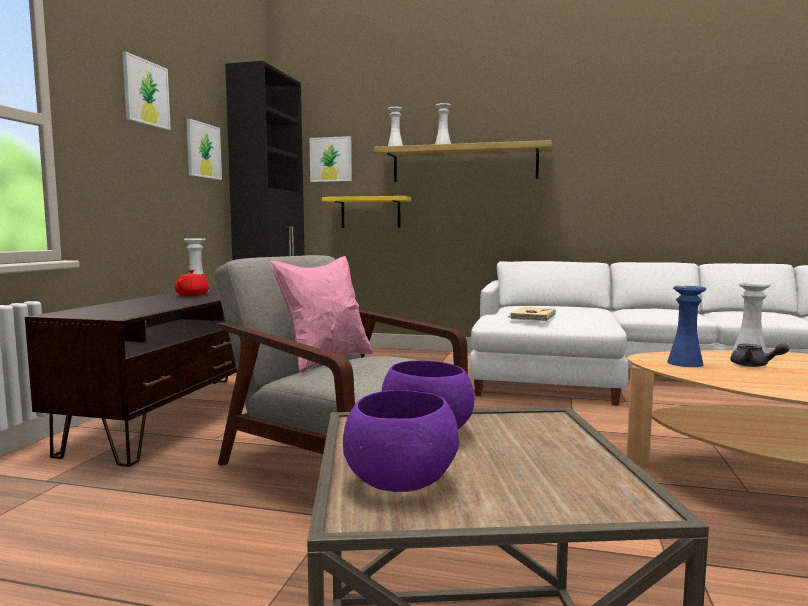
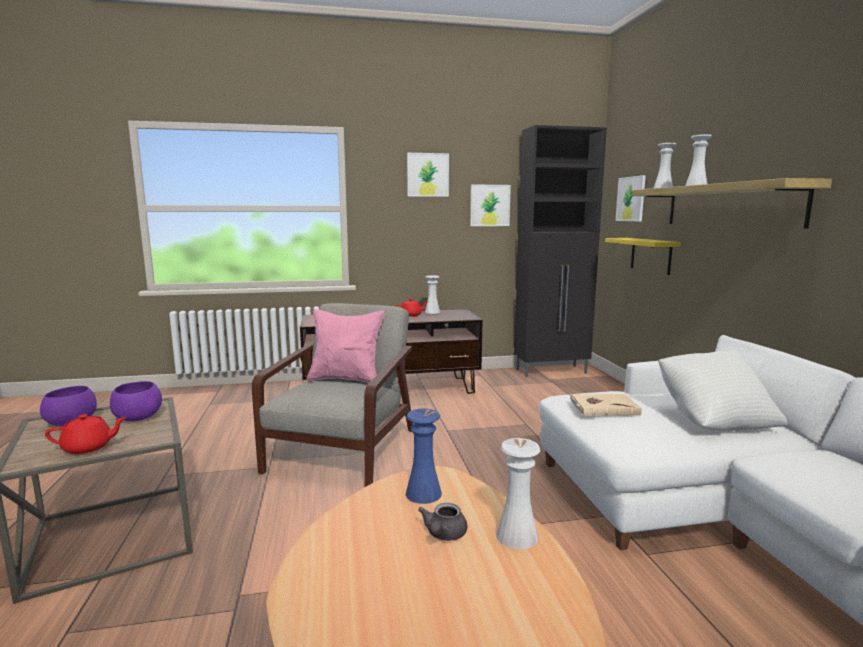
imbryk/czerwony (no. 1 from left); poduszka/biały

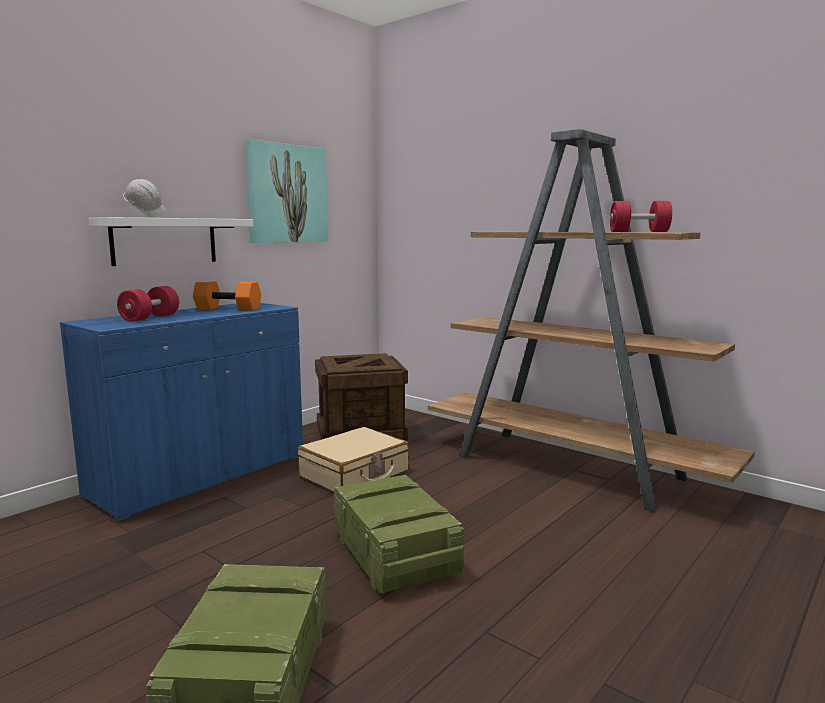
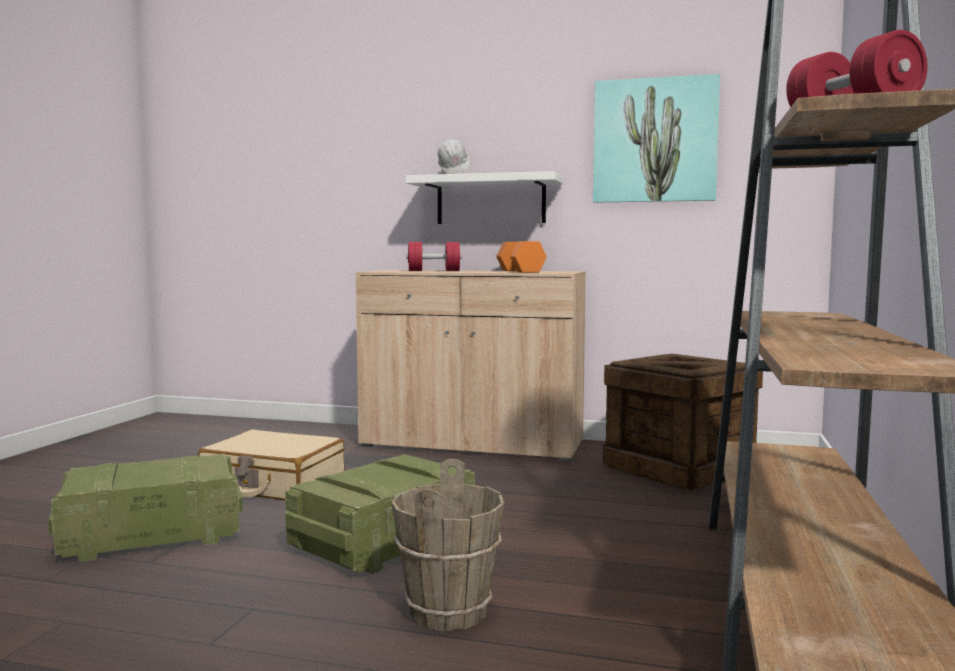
walizka/beżowy; szafka/beżowy; wiadro/brązowy

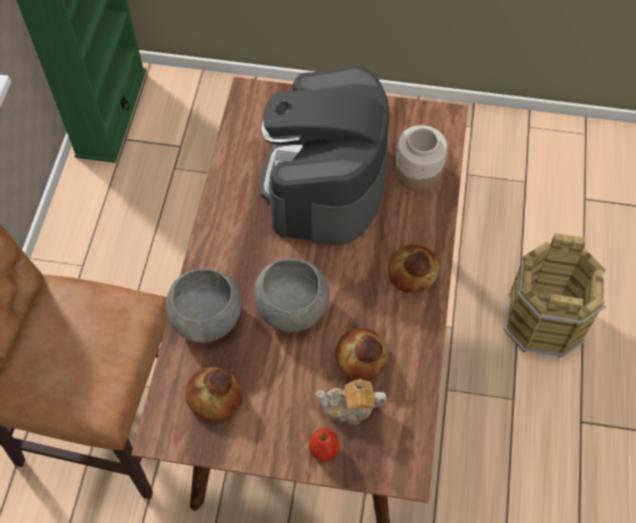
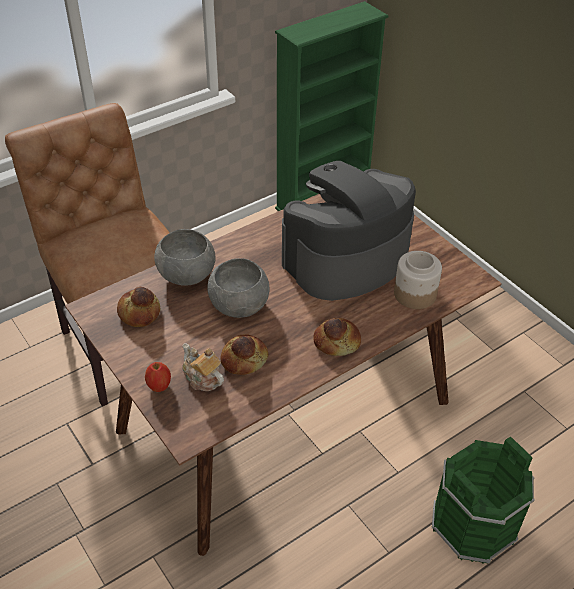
wiadro/zielony

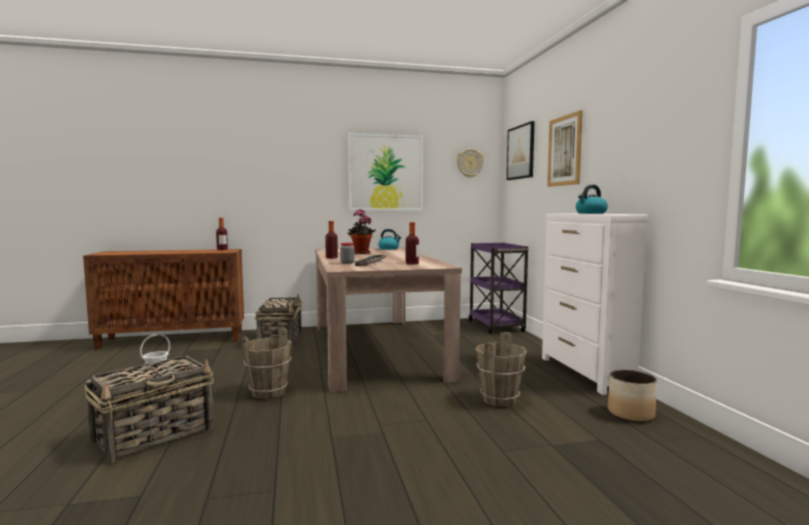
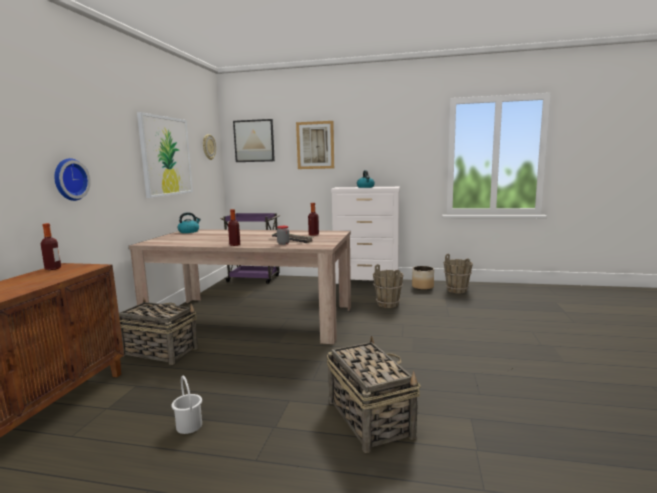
zegar ścienny (no. 1 from left); wiadro/brązowy (no. 2 from left); roślina doniczkowa

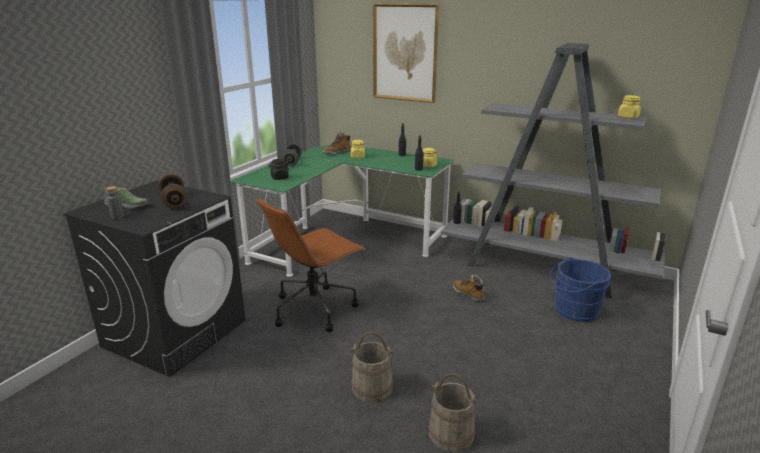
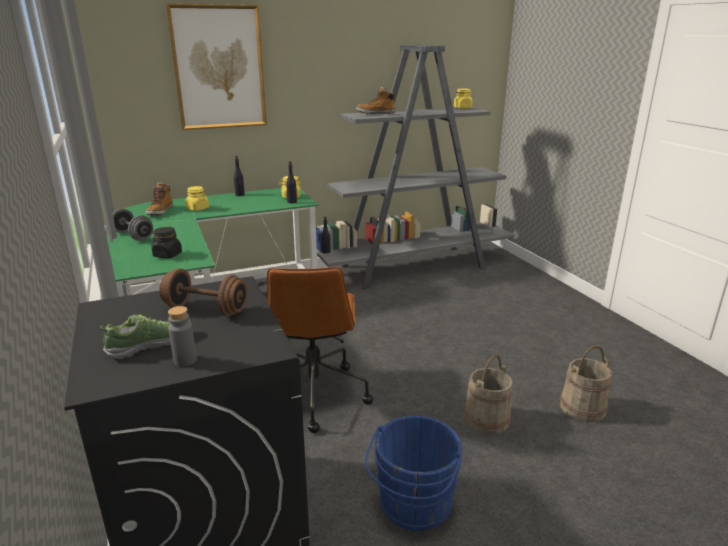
but z cholewką (no. 2 from left); wiadro/niebieski

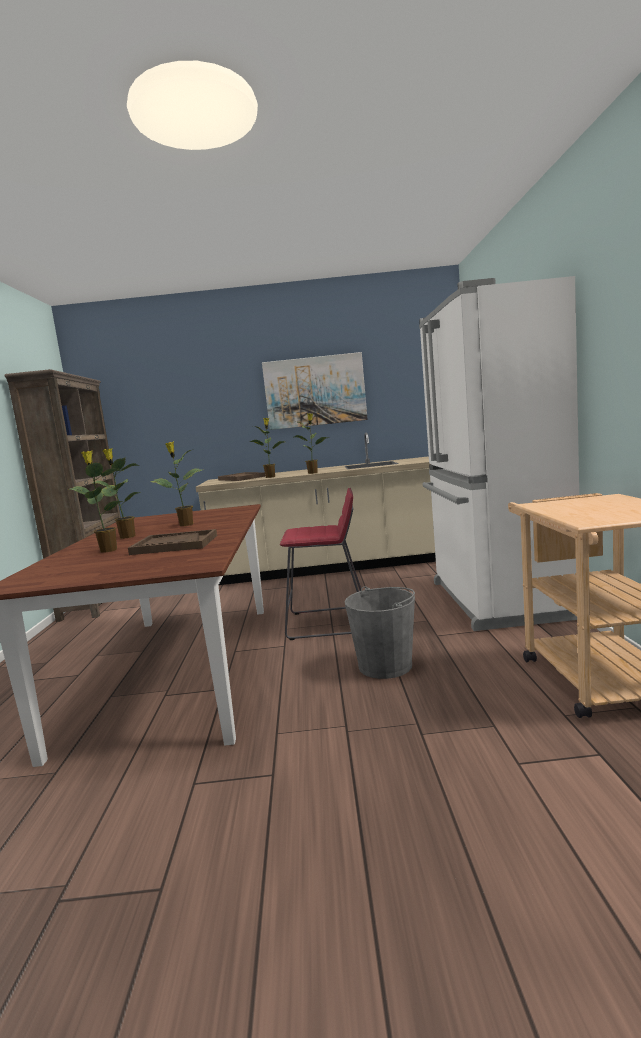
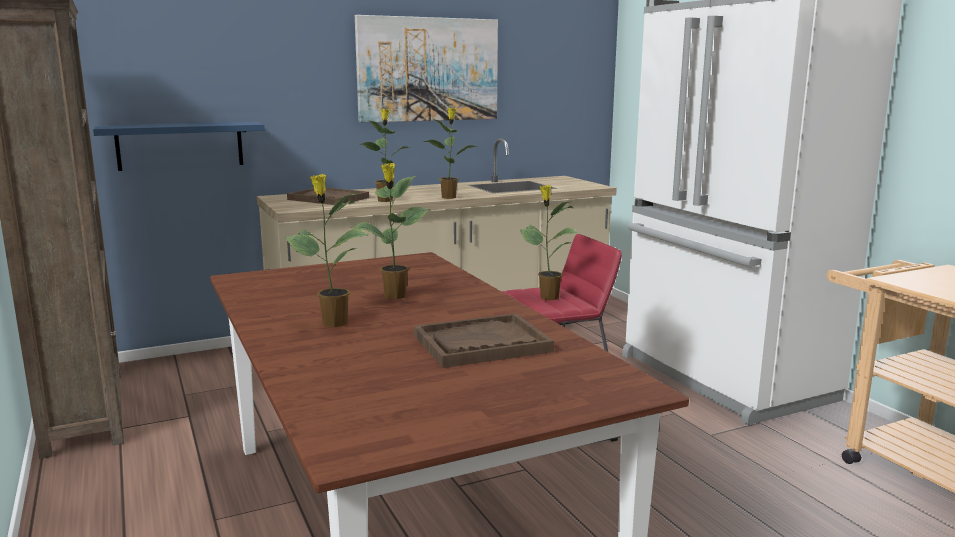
półka/niebieski; roślina doniczkowa (no. 5 from left); wiadro/szary

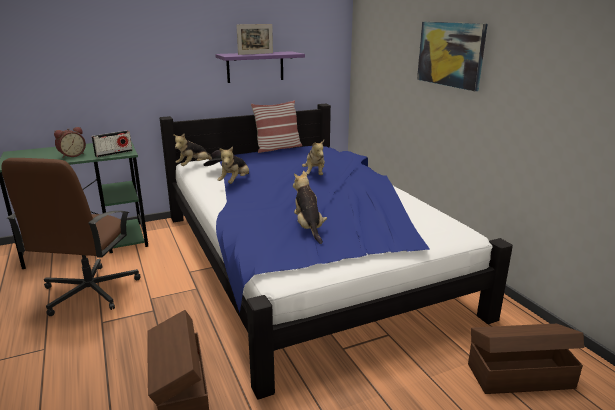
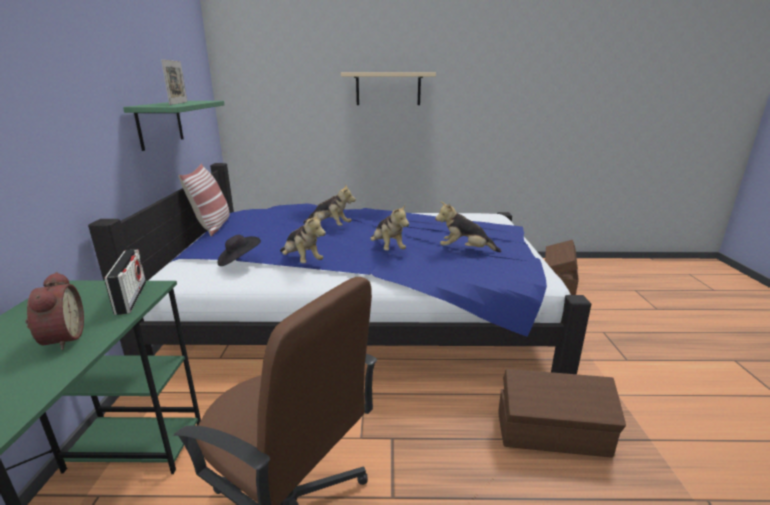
półka/zielony; półka/beżowy; pluszak (no. 3 from left)

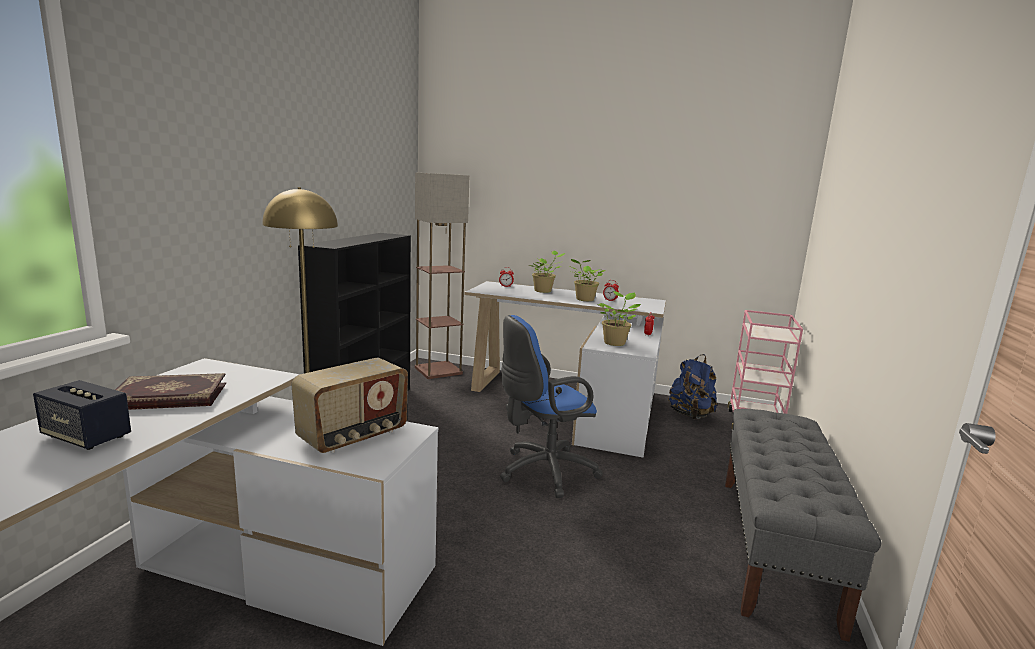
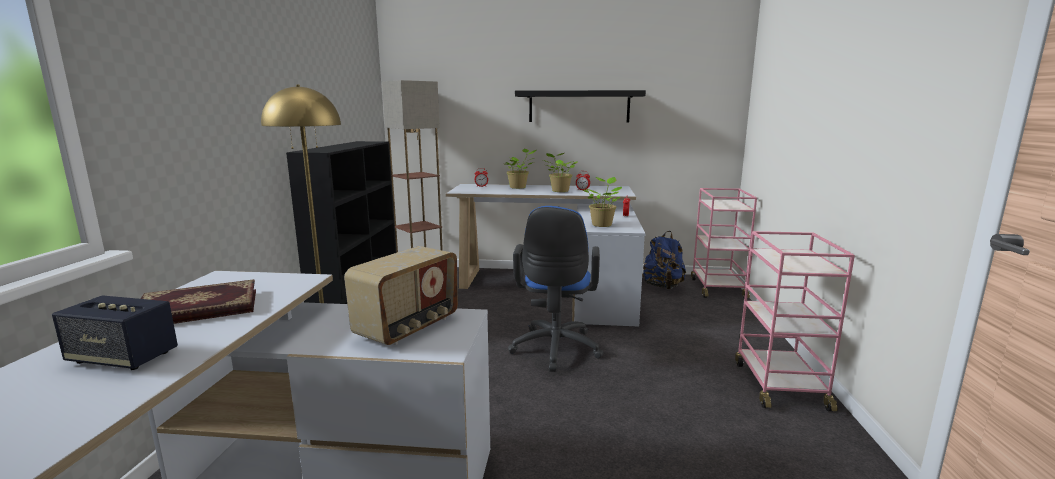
krzesło biurowe/niebieski; półka/czarny; wózek/różowy (no. 2 from left)

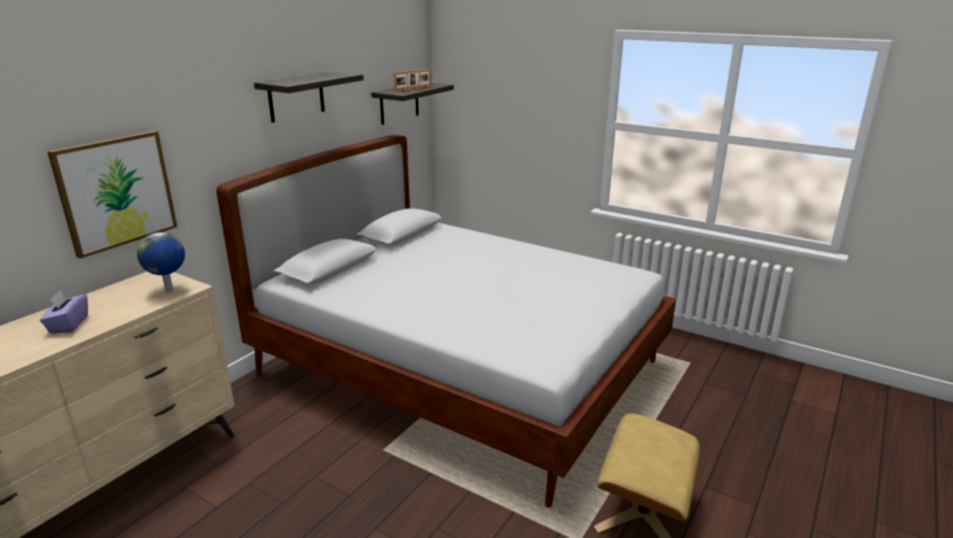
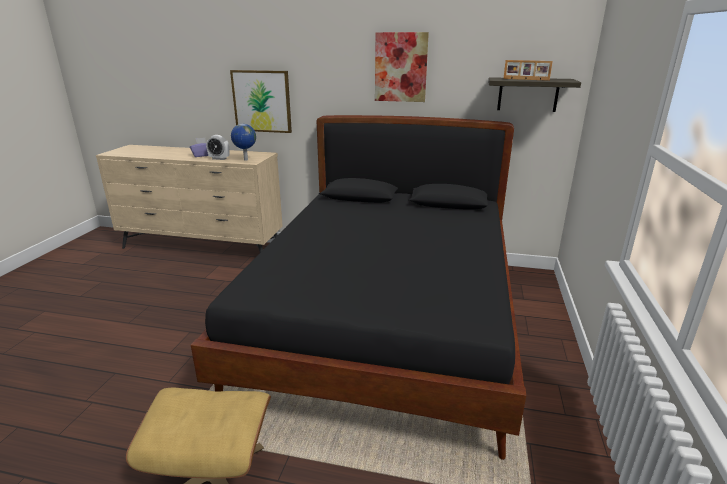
łóżko/czarny; budzik; obraz (no. 2 from left)

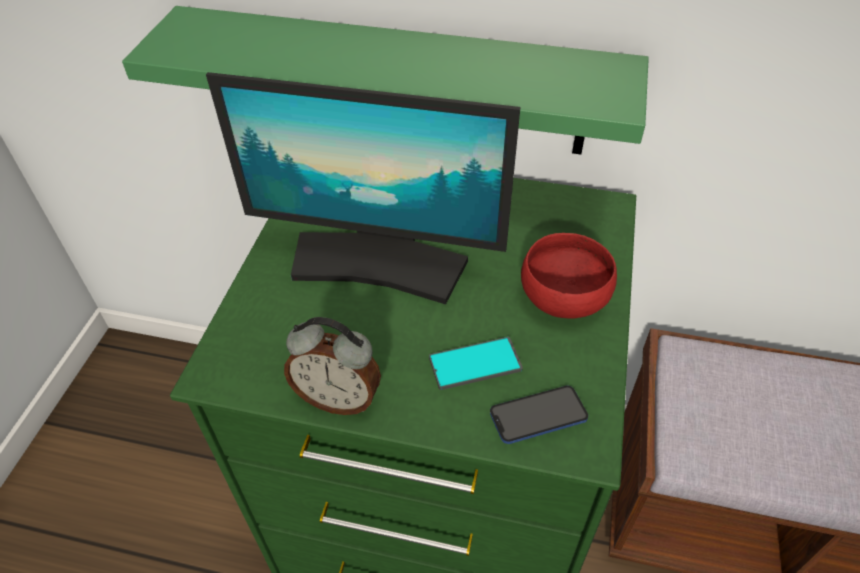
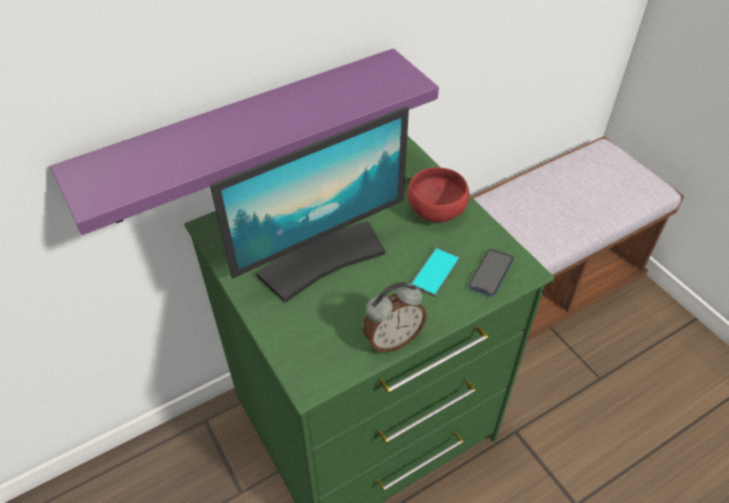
półka/fioletowy

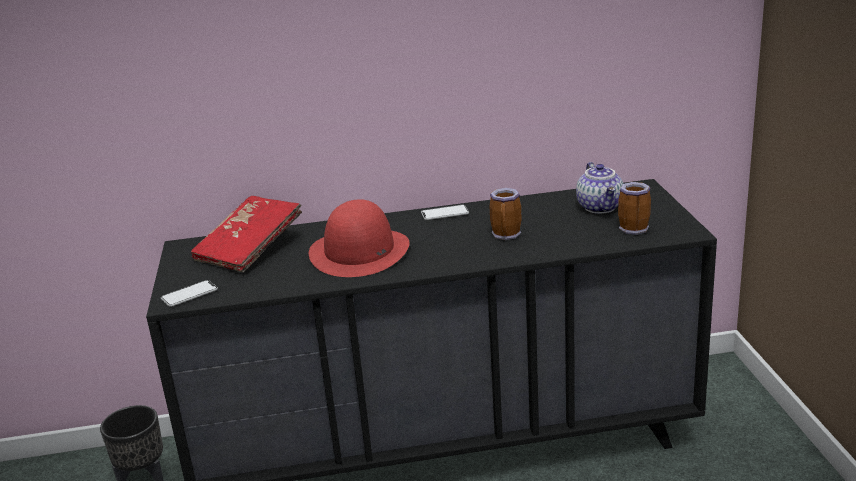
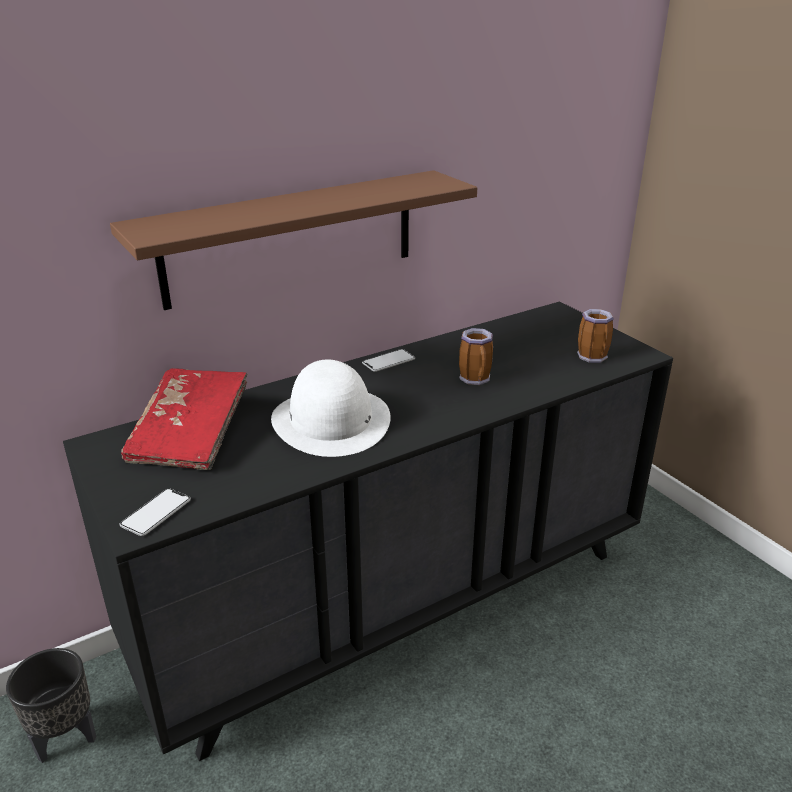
półka/brązowy; kapelusz/biały; imbryk

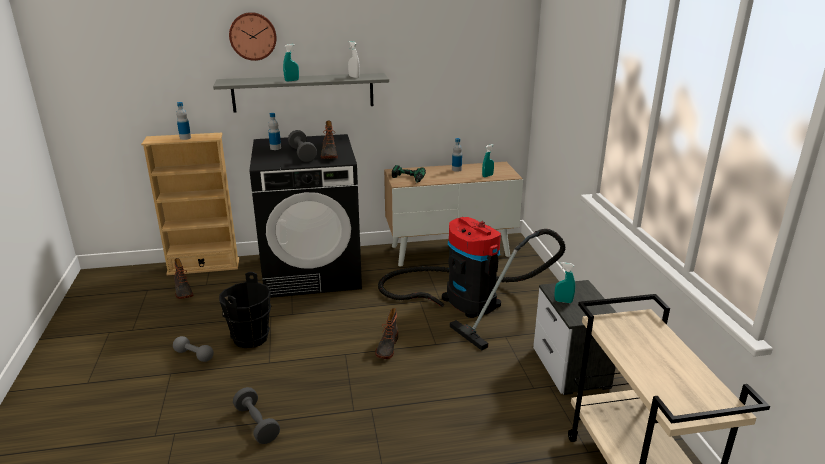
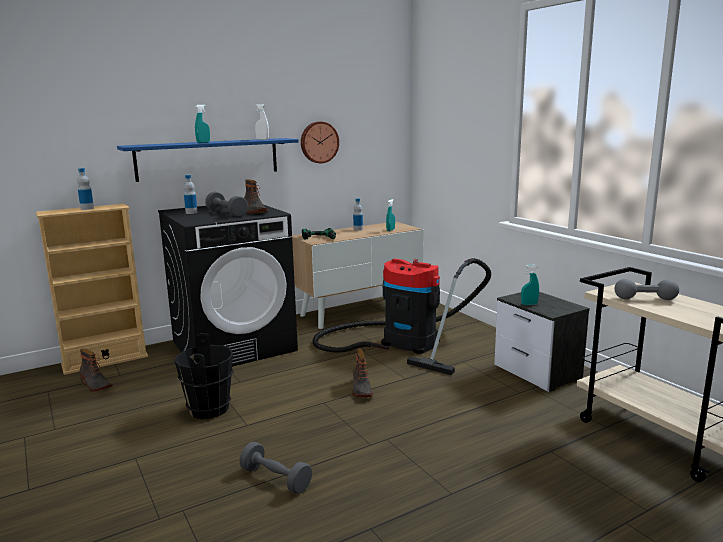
półka/niebieski; zegar ścienny; hantel/szary (no. 3 from left)

